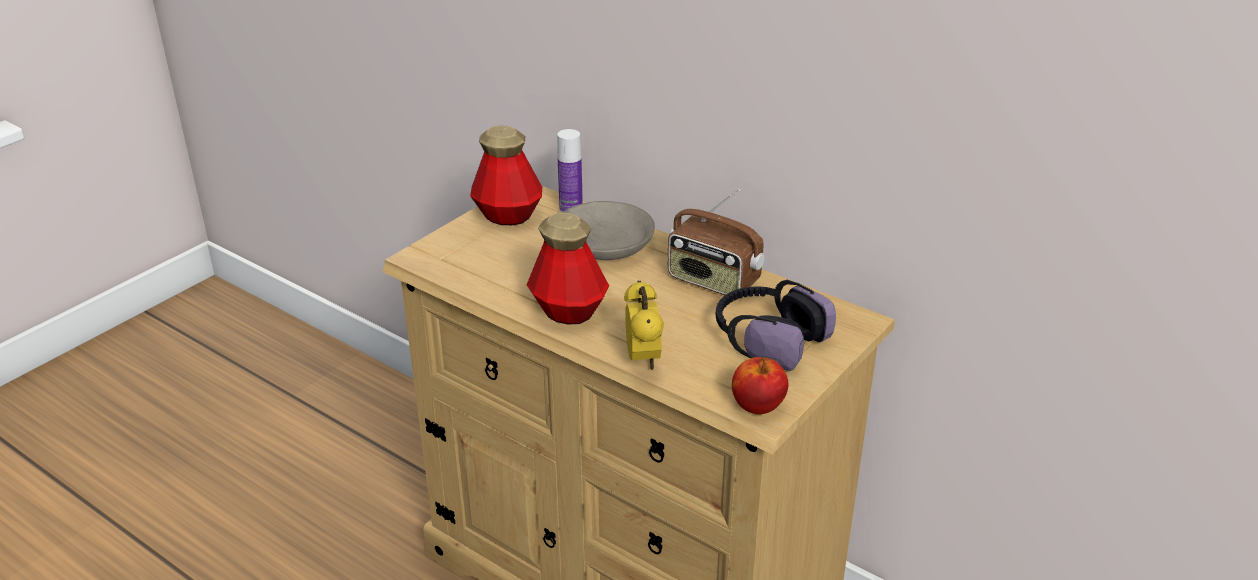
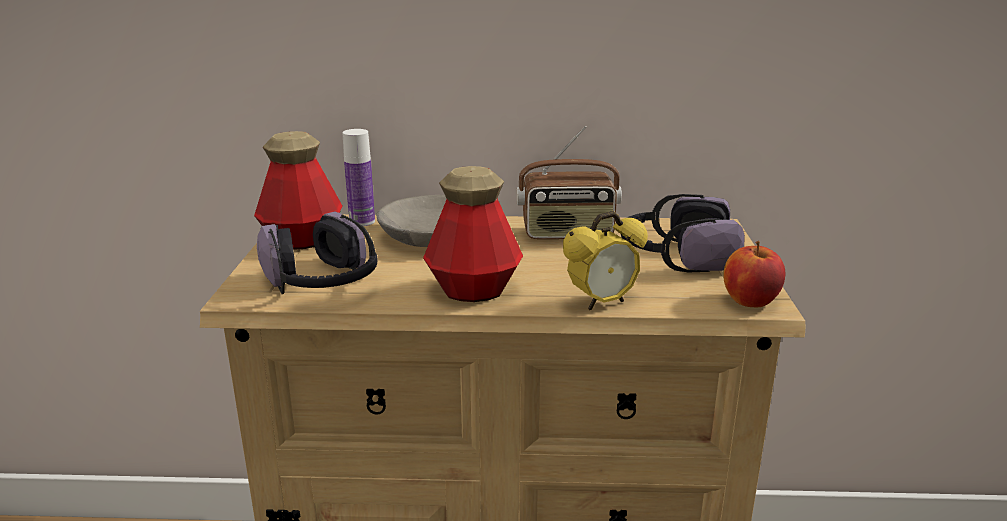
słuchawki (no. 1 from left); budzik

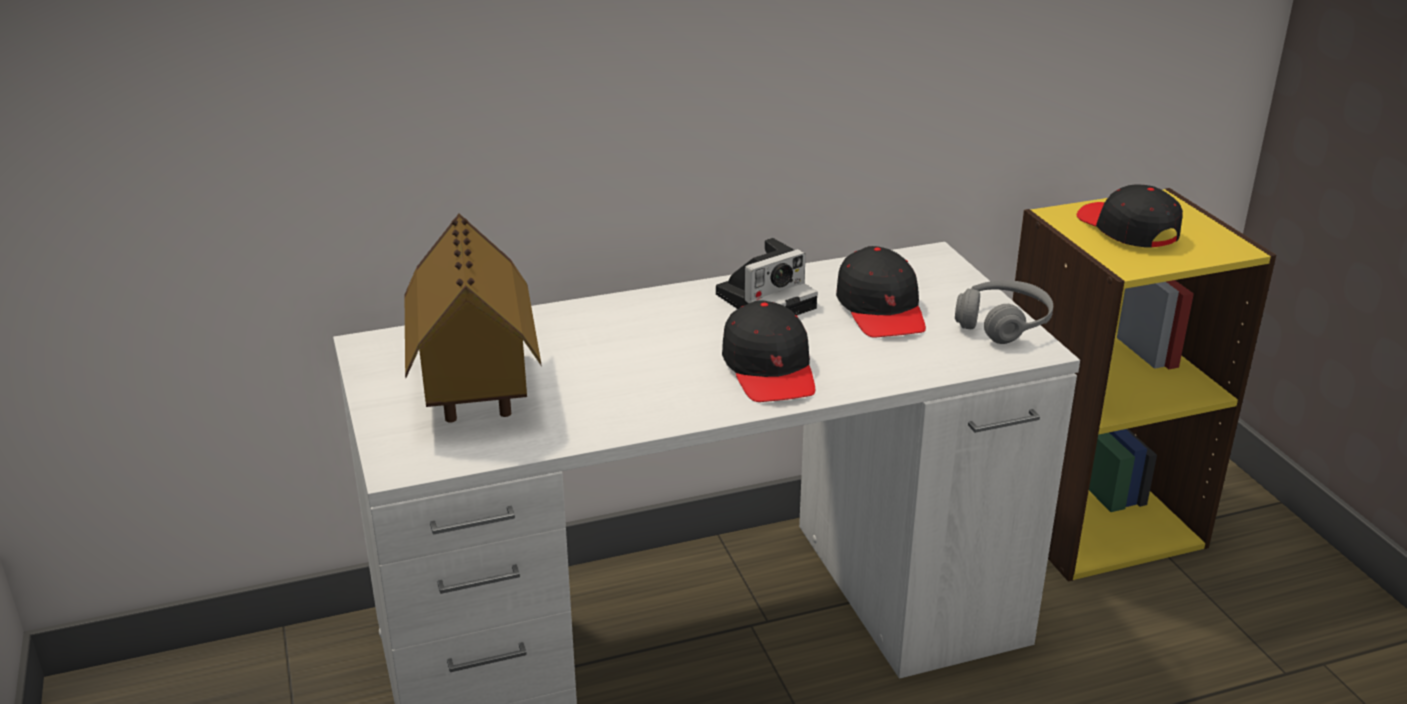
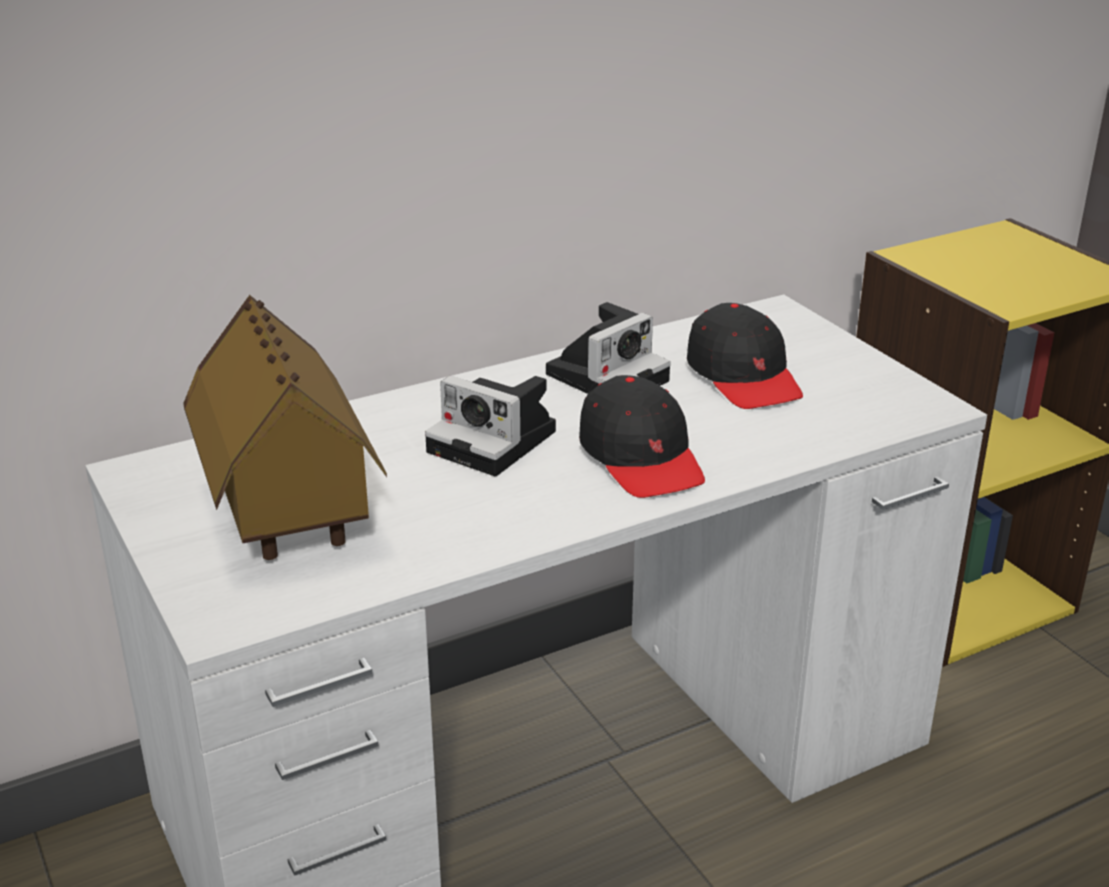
aparat fotograficzny (no. 1 from left); słuchawki/szary; czapka z daszkiem/czarny (no. 3 from left in the first image)

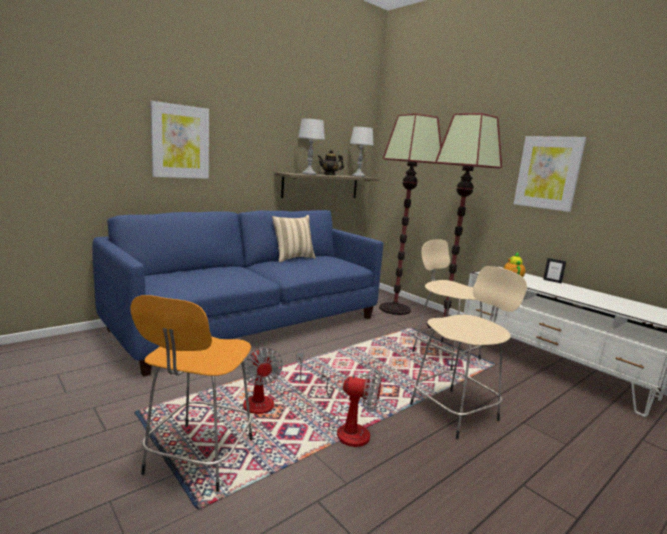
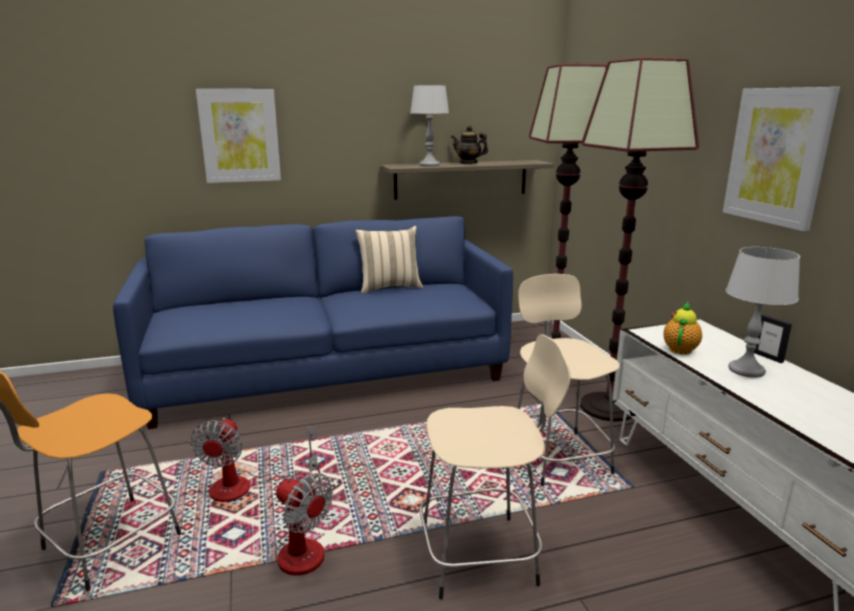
lampa stołowa/szary (no. 2 from left)

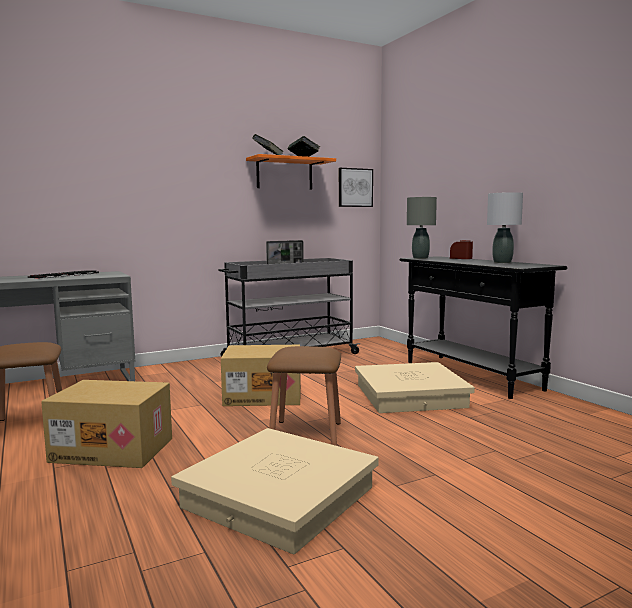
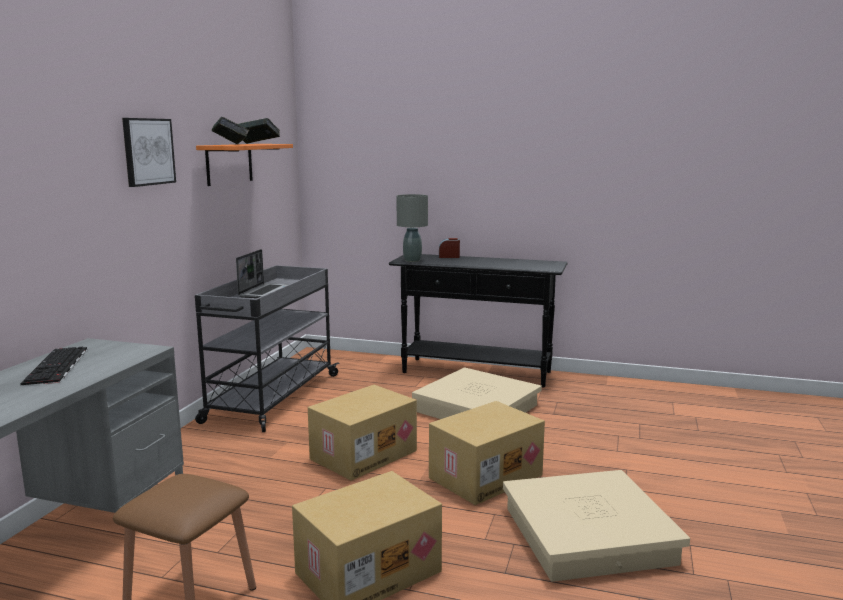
obraz; karton (no. 3 from left); lampa stołowa/szary (no. 2 from left in the first image)

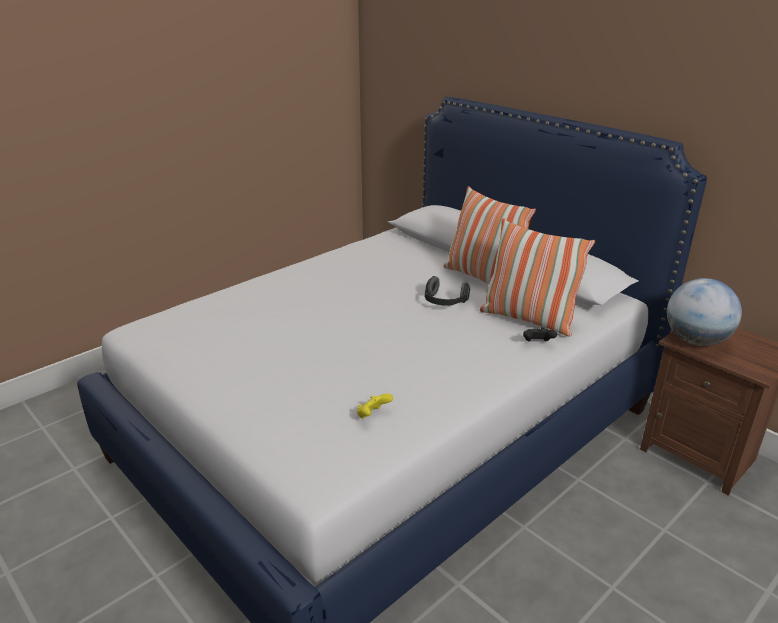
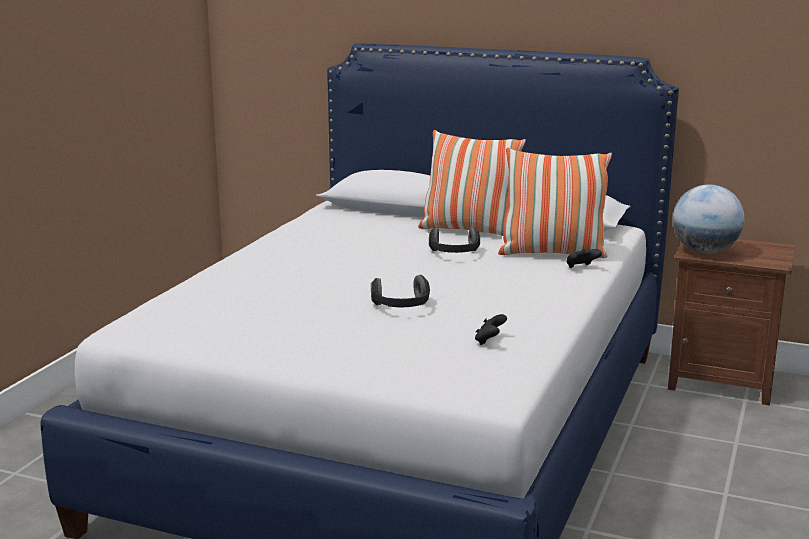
słuchawki (no. 1 from left); pad do gier/czarny (no. 1 from left)

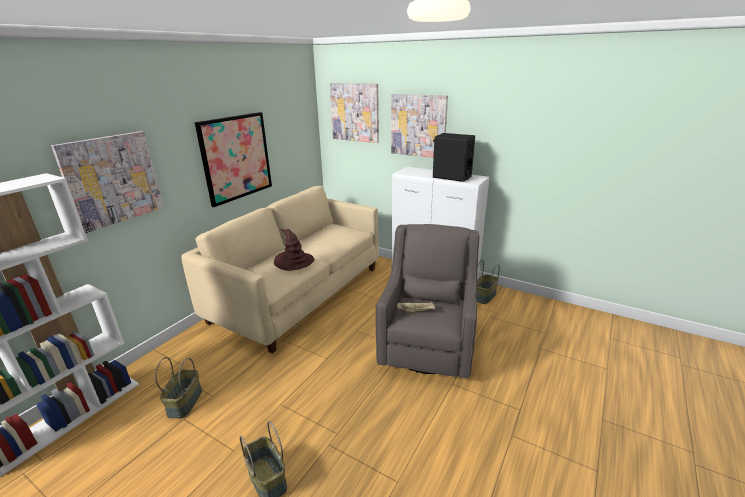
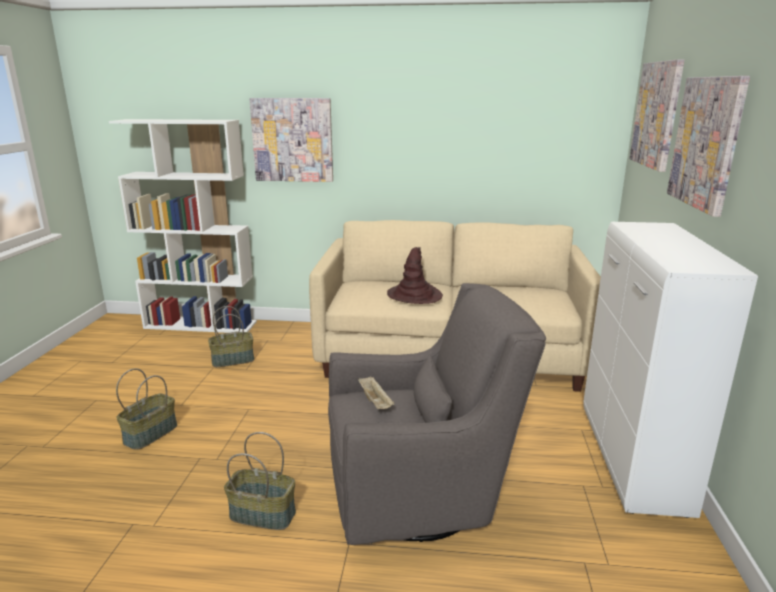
koszyk (no. 3 from left); obraz (no. 2 from left in the first image); głośnik/czarny

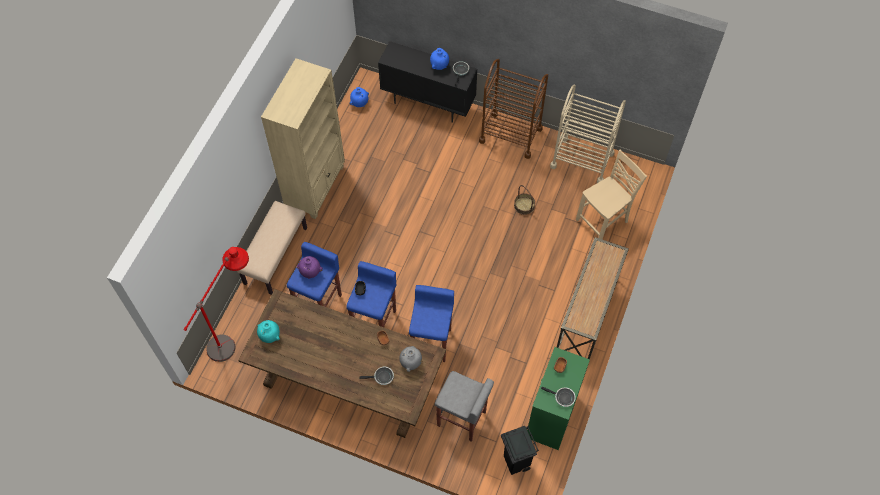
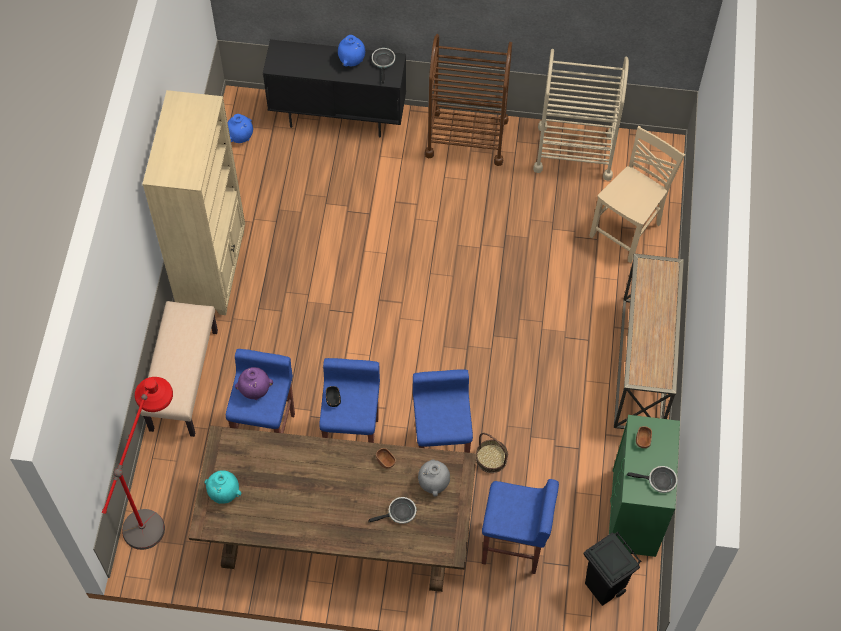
koszyk; stołek/niebieski (no. 4 from left)

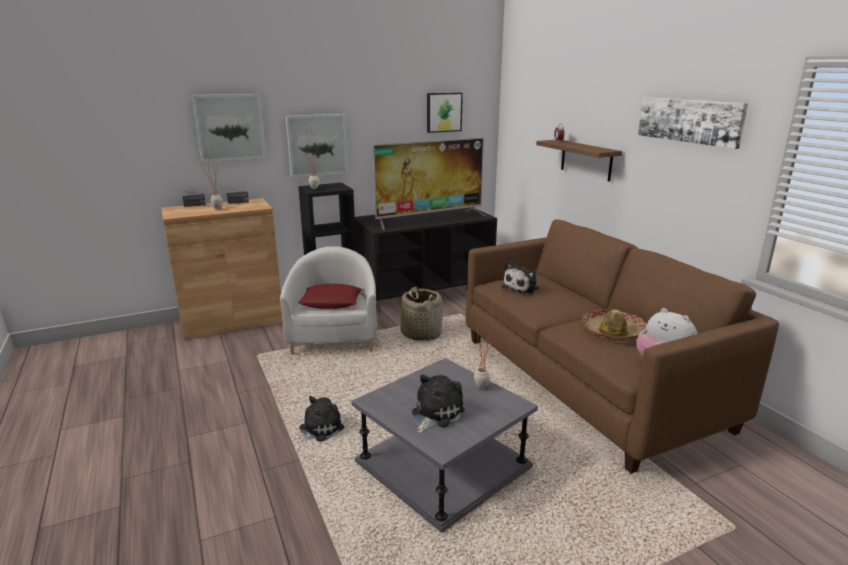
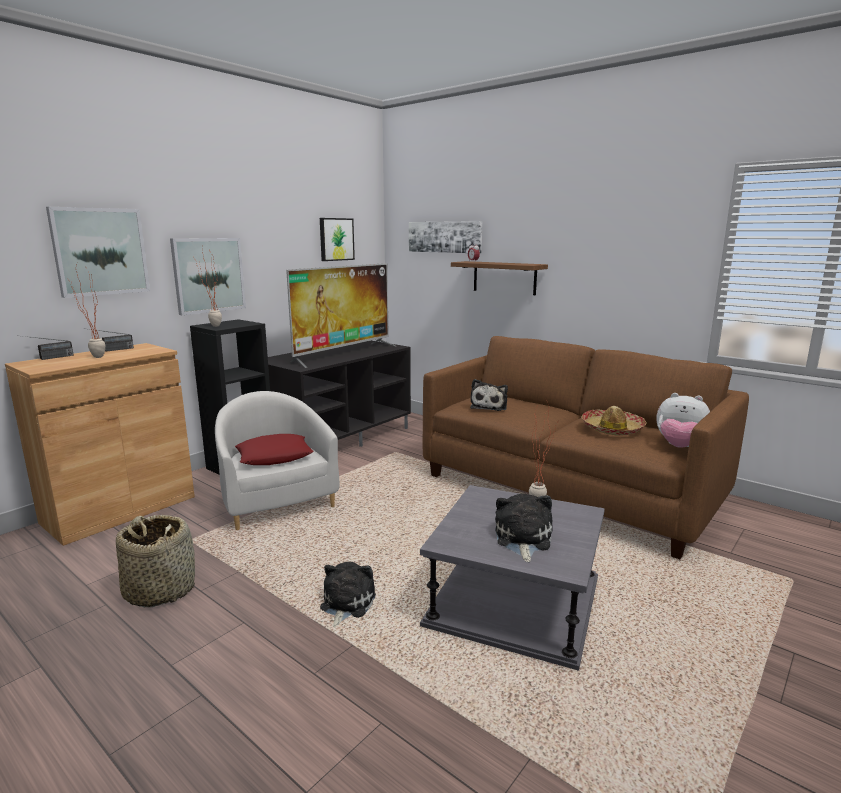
koszyk; obraz (no. 4 from left)

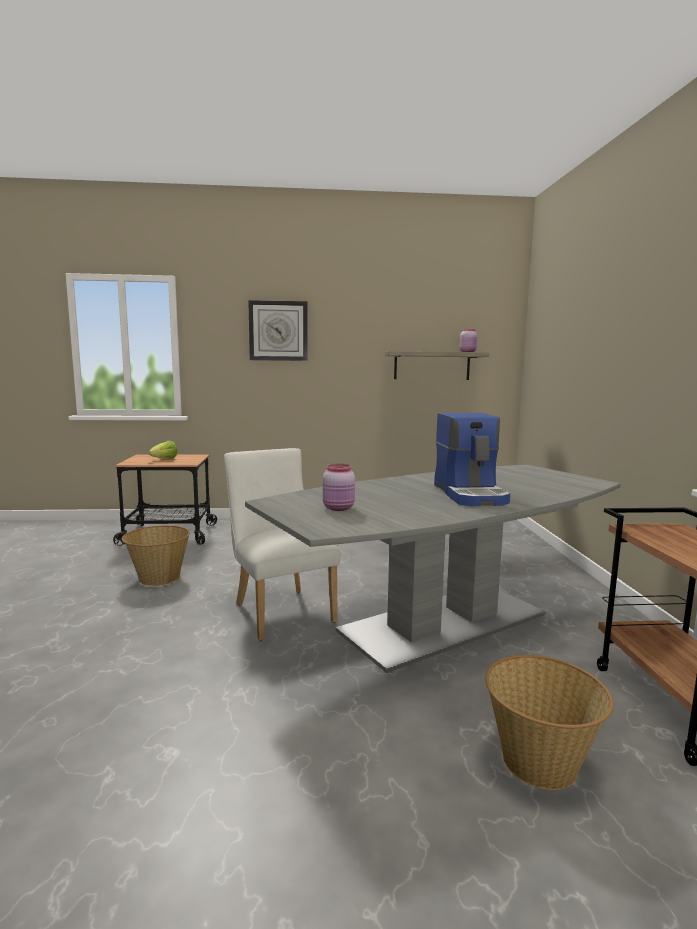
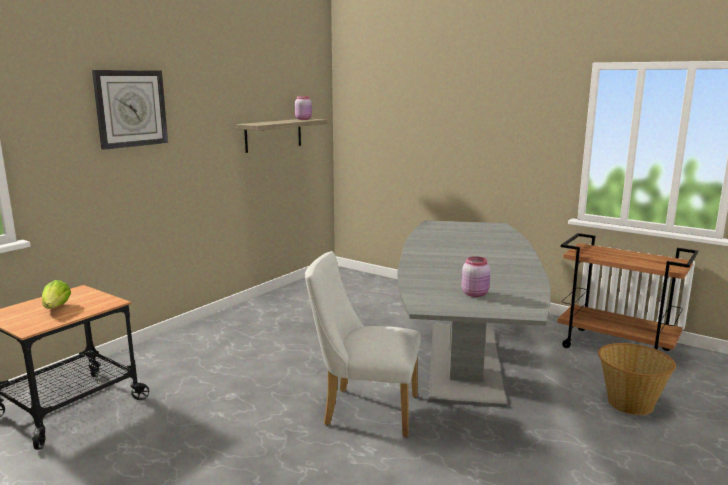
koszyk (no. 1 from left in the first image); ekspres do kawy

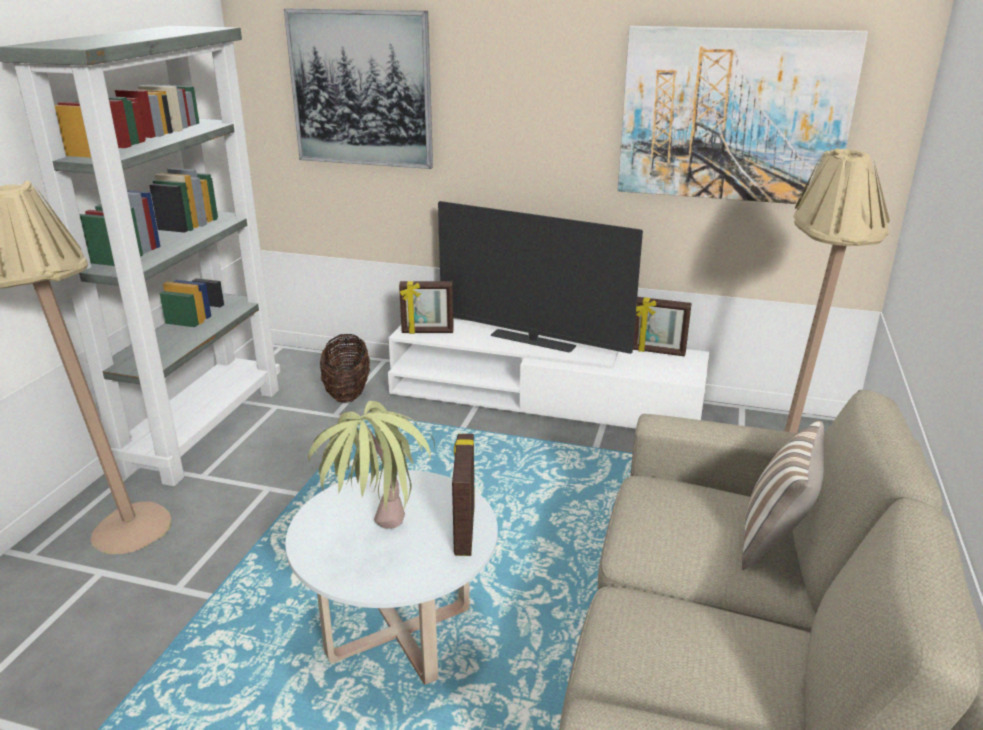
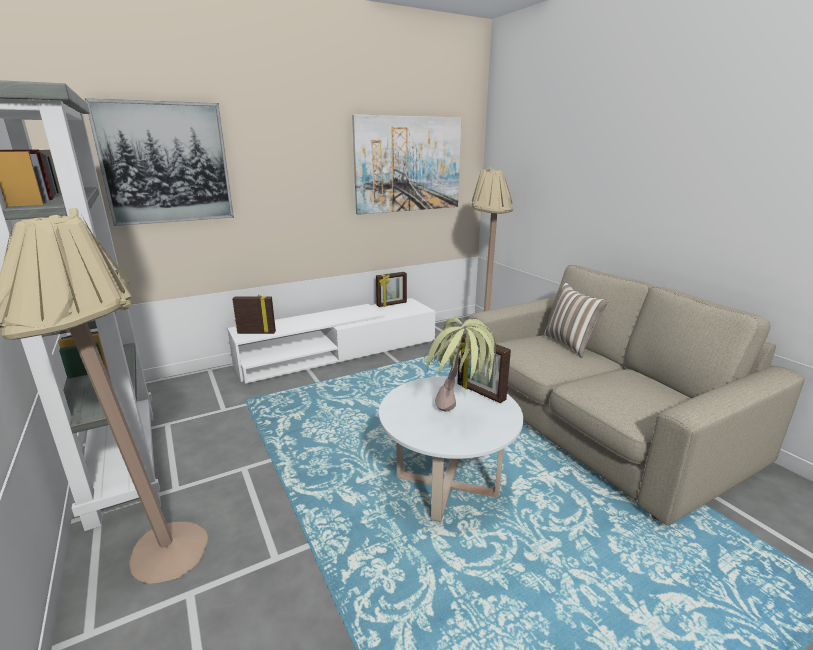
ramka na zdjęcie (no. 1 from left); koszyk; telewizor

